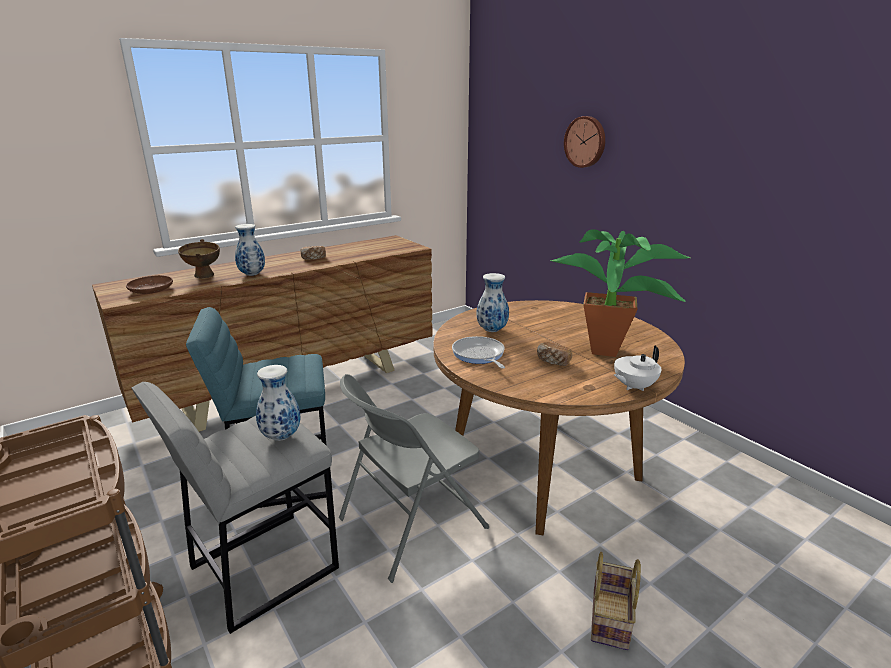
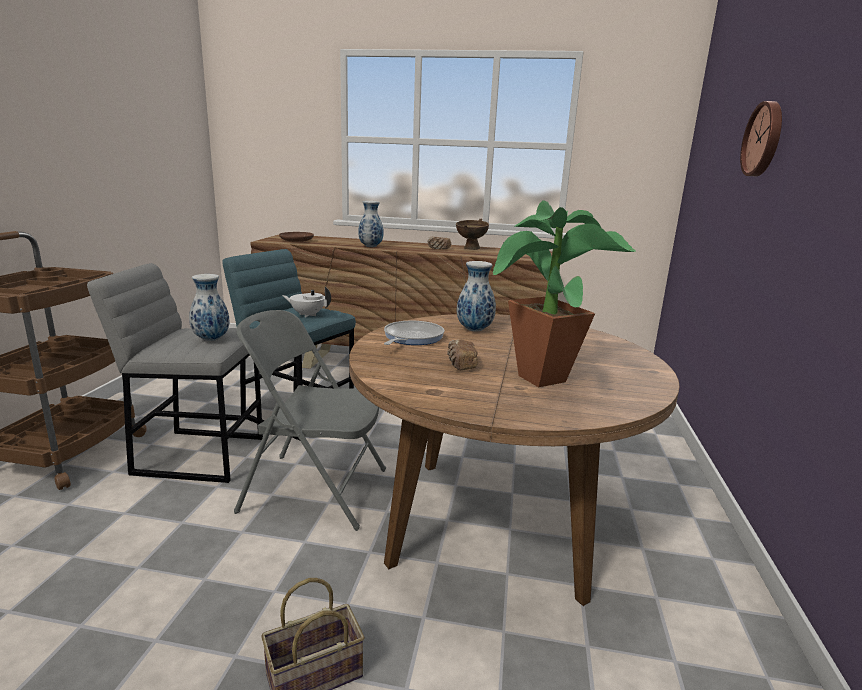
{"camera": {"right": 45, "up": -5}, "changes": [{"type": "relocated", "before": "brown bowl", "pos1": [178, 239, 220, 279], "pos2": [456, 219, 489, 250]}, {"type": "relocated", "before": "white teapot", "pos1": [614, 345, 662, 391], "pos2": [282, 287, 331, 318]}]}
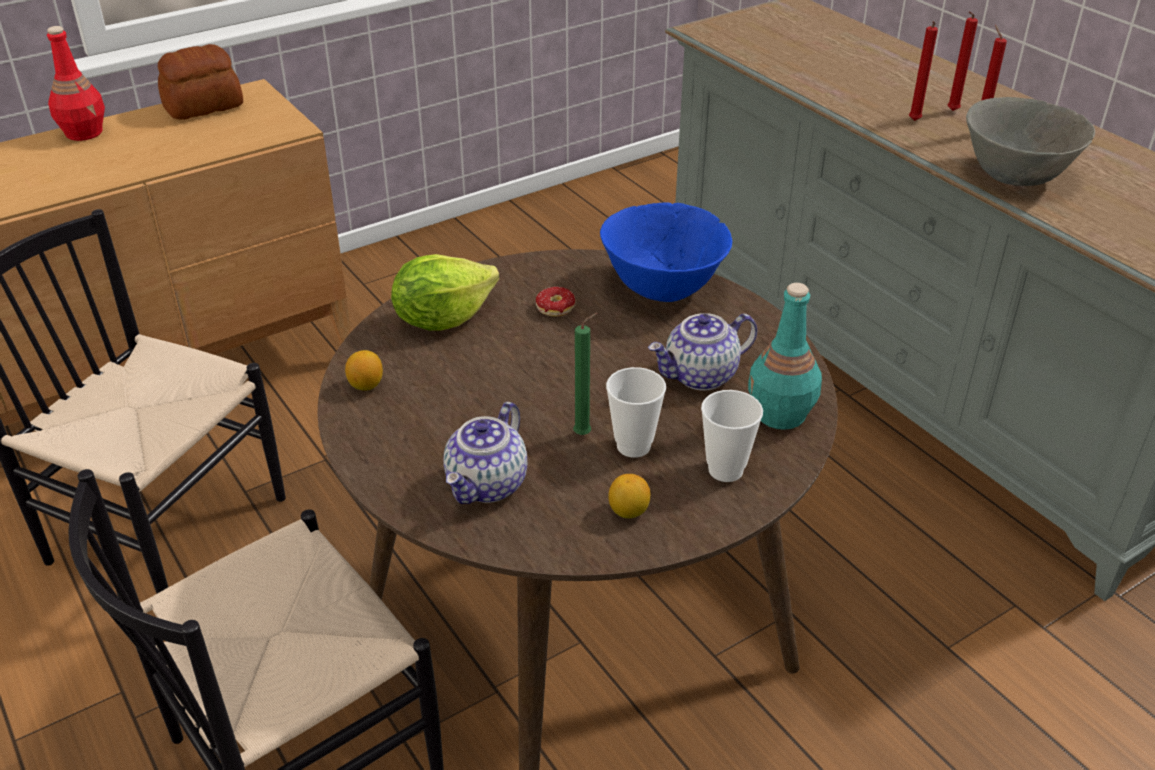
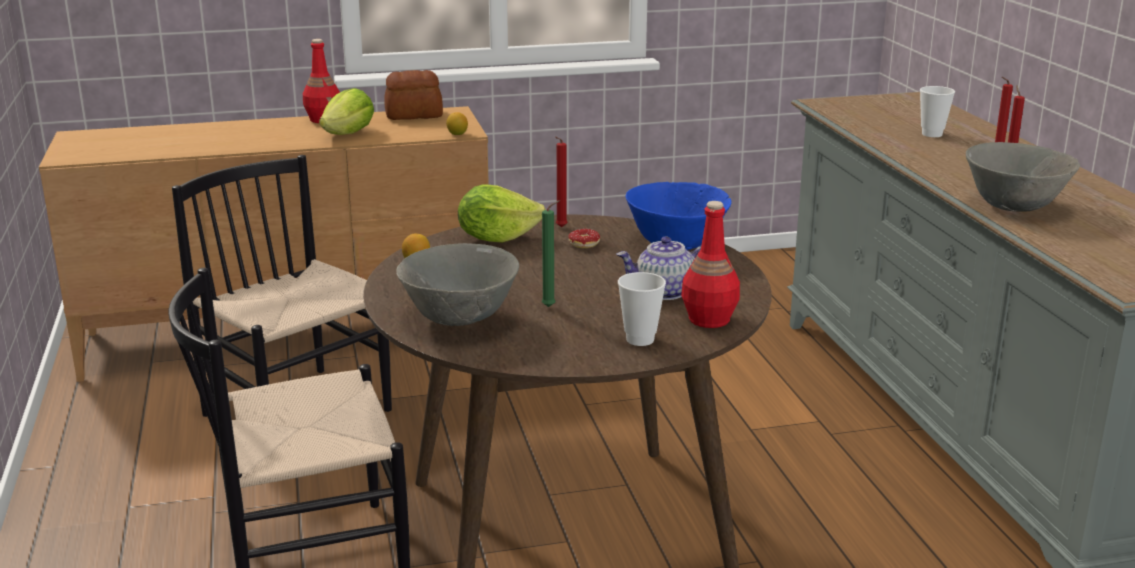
{"camera": {"right": 20, "up": -15}, "changes": [{"type": "relocated", "before": "red candle", "pos1": [909, 21, 938, 121], "pos2": [555, 137, 568, 227]}, {"type": "colour", "before": "turquoise bottle", "after": "red bottle", "pos1": [748, 283, 822, 430], "pos2": [681, 201, 740, 328]}, {"type": "relocated", "before": "cup", "pos1": [606, 367, 666, 458], "pos2": [920, 86, 955, 137]}, {"type": "exchanged", "before": "teapot", "after": "grey bowl", "pos1": [444, 402, 527, 504], "pos2": [396, 243, 519, 326]}, {"type": "relocated", "before": "lemon", "pos1": [608, 474, 650, 518], "pos2": [446, 112, 468, 135]}, {"type": "appeared", "after": "lettuce", "pos2": [319, 88, 374, 135]}]}
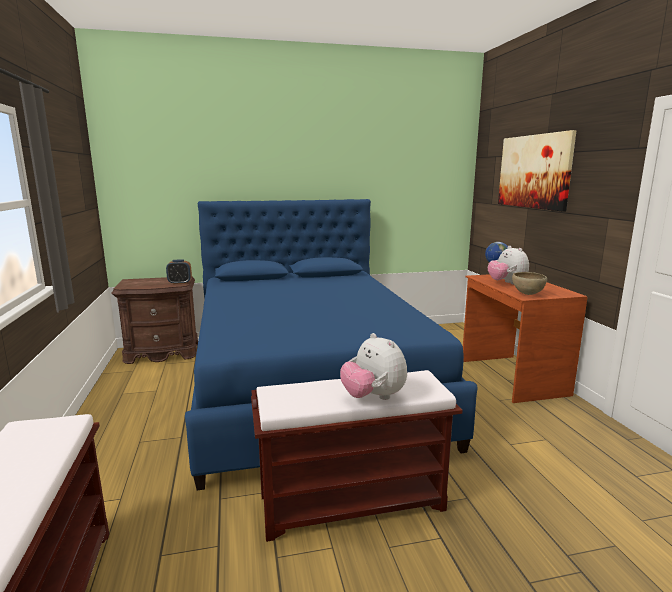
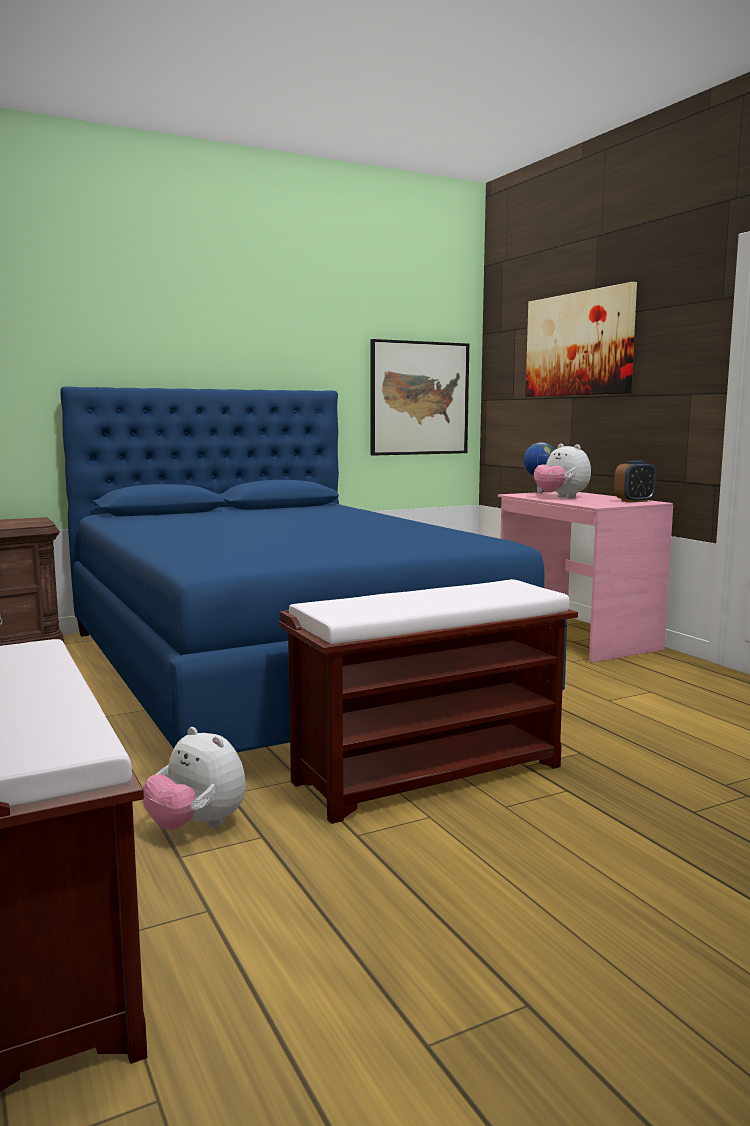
{"camera": {"right": -15, "up": -5}, "changes": [{"type": "relocated", "before": "alarm clock", "pos1": [166, 259, 192, 284], "pos2": [614, 461, 656, 502]}, {"type": "missing", "before": "brown bowl", "pos1": [512, 272, 547, 295]}, {"type": "colour", "before": "brown desk", "after": "pink desk", "pos1": [463, 274, 588, 403], "pos2": [498, 491, 673, 663]}, {"type": "relocated", "before": "plush toy", "pos1": [340, 333, 407, 400], "pos2": [143, 727, 246, 830]}, {"type": "appeared", "after": "picture", "pos2": [370, 339, 469, 456]}]}
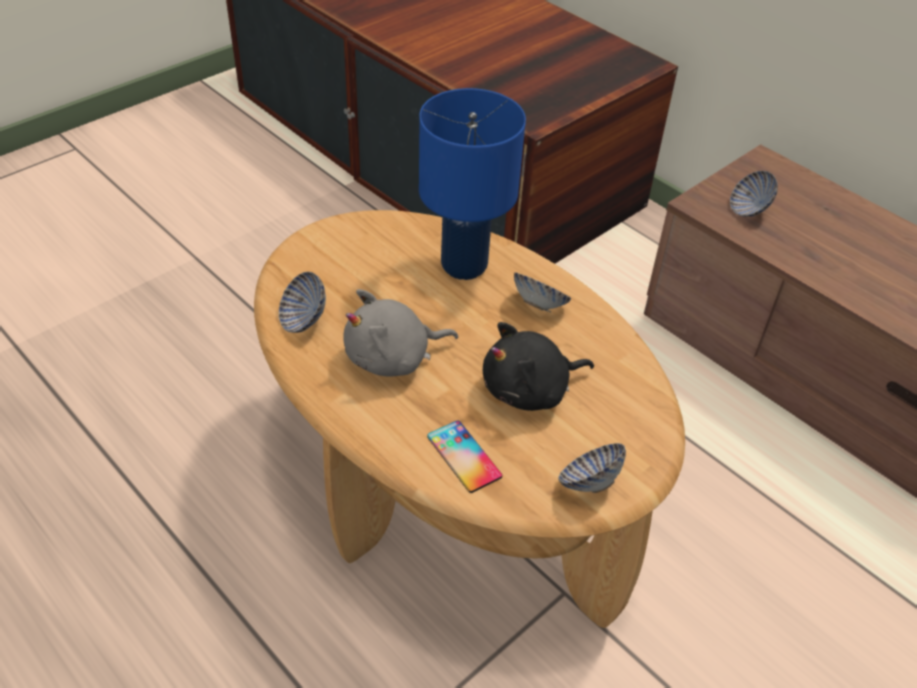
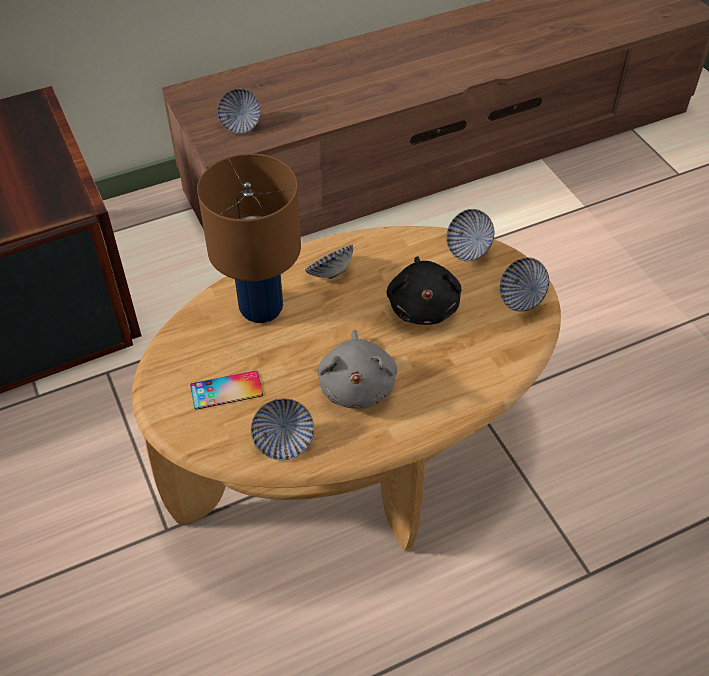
{"camera": {"right": -70, "up": 5}, "changes": [{"type": "colour", "before": "blue table lamp", "after": "brown table lamp", "pos1": [419, 88, 526, 280], "pos2": [197, 153, 301, 323]}, {"type": "relocated", "before": "phone", "pos1": [427, 420, 502, 493], "pos2": [190, 371, 263, 410]}, {"type": "appeared", "after": "bowl", "pos2": [446, 209, 494, 261]}]}
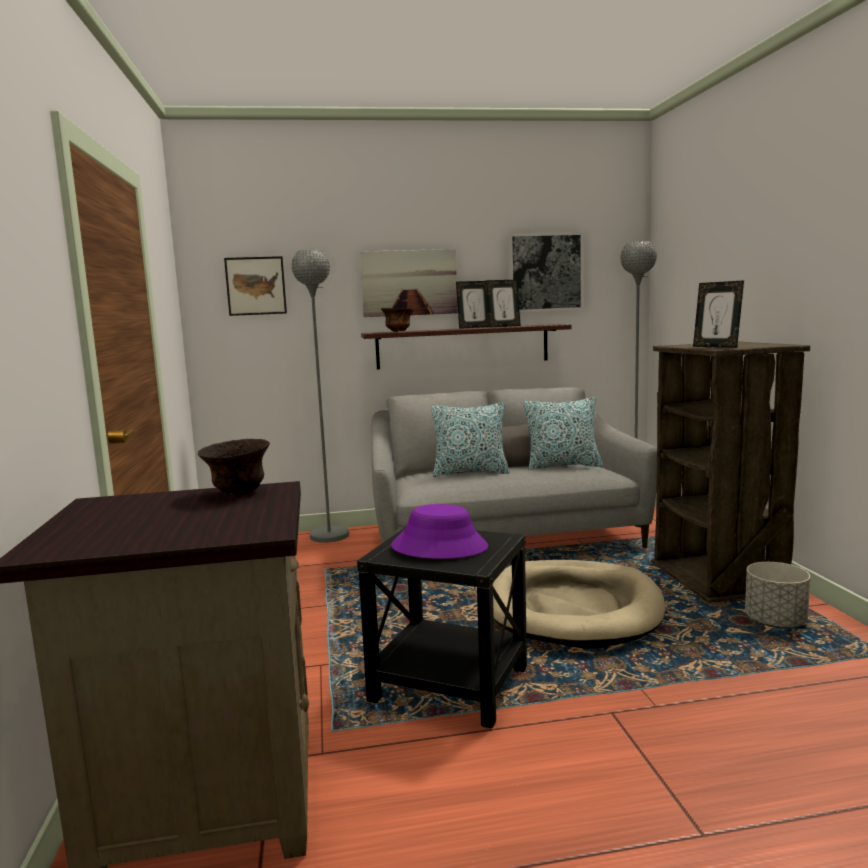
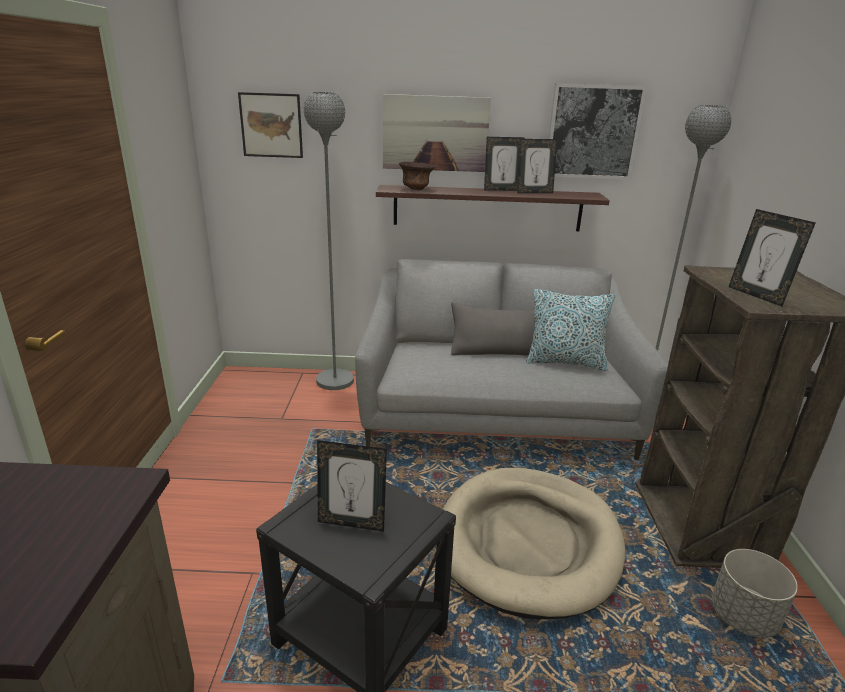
{"camera": {"right": 10, "up": 15}, "changes": [{"type": "missing", "before": "pillow", "pos1": [431, 402, 510, 477]}, {"type": "missing", "before": "brown bowl", "pos1": [198, 439, 270, 496]}, {"type": "exchanged", "before": "purple hat", "after": "picture frame", "pos1": [391, 504, 488, 559], "pos2": [317, 440, 387, 532]}]}
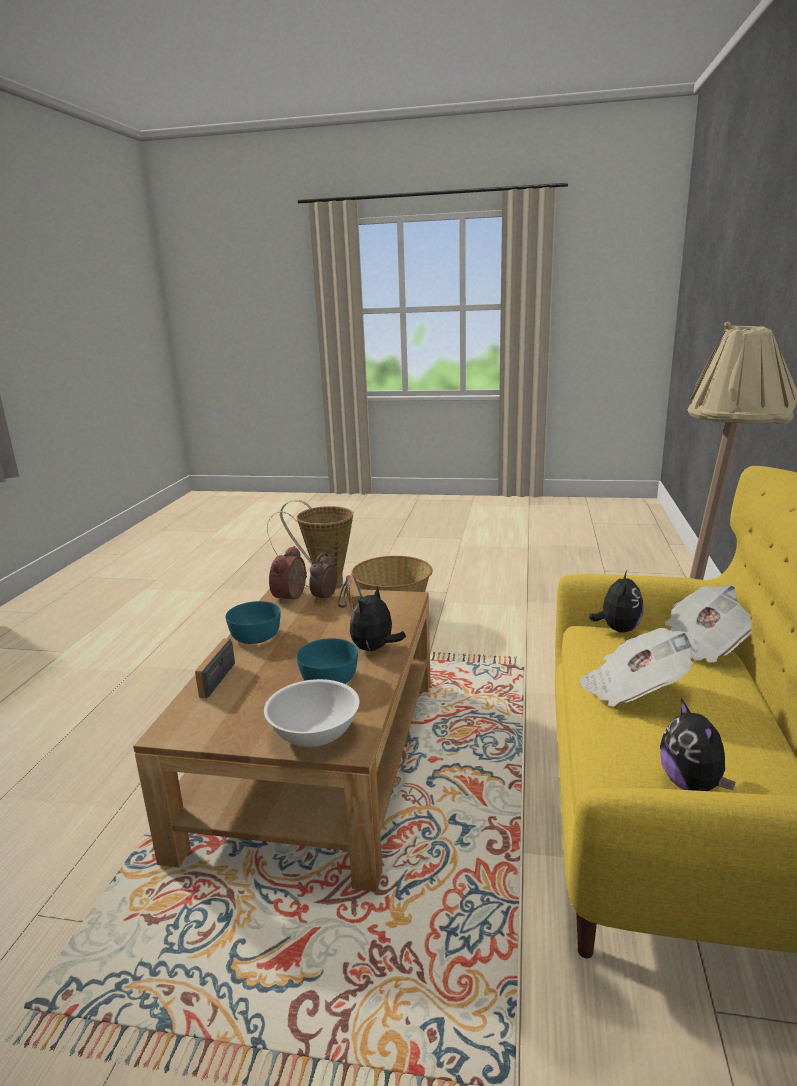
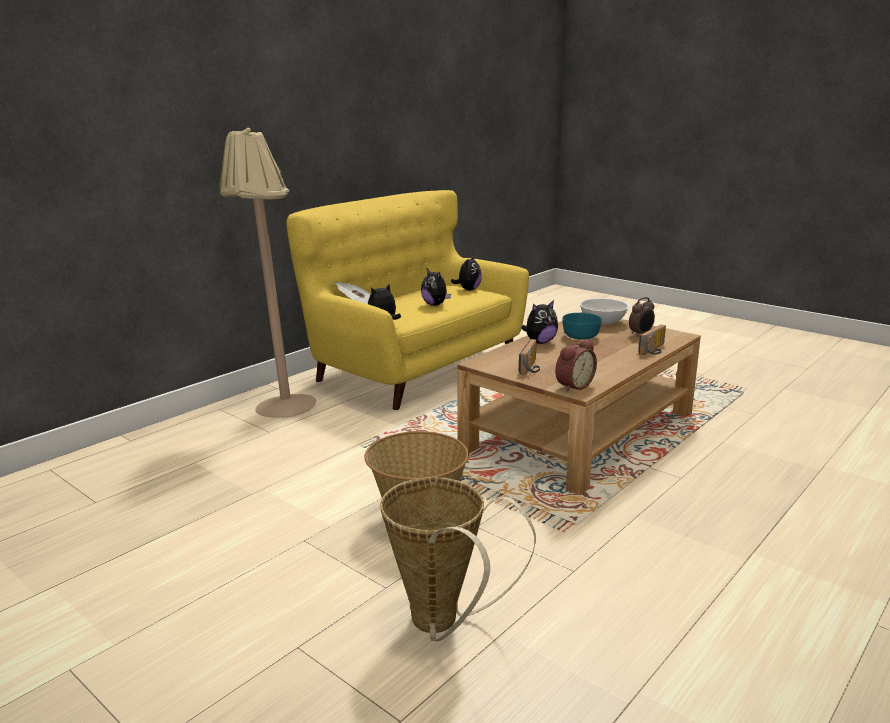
{"camera": {"right": -150, "up": 0}, "changes": [{"type": "relocated", "before": "alarm clock", "pos1": [309, 552, 337, 602], "pos2": [629, 297, 655, 337]}, {"type": "missing", "before": "turquoise bowl", "pos1": [226, 601, 280, 644]}, {"type": "exchanged", "before": "newspaper", "after": "plush toy", "pos1": [579, 628, 696, 707], "pos2": [421, 268, 451, 306]}]}
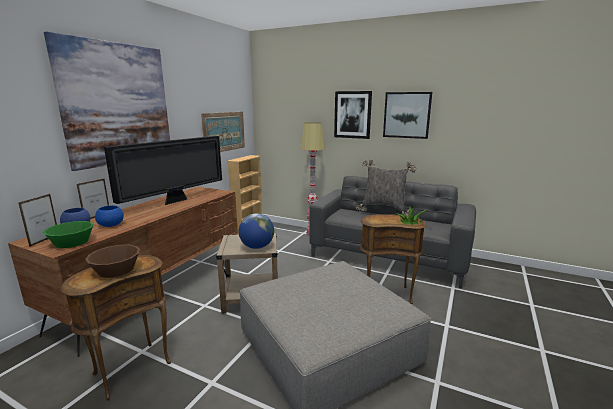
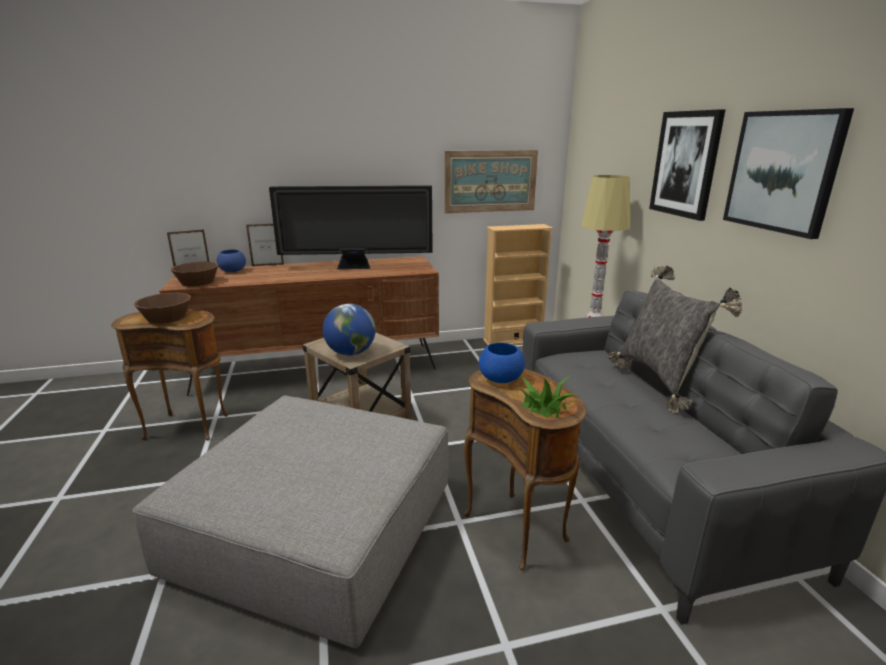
{"camera": {"right": 50, "up": 5}, "changes": [{"type": "missing", "before": "picture", "pos1": [44, 32, 170, 171]}, {"type": "relocated", "before": "blue bowl", "pos1": [95, 206, 124, 227], "pos2": [479, 343, 525, 383]}, {"type": "colour", "before": "green bowl", "after": "brown bowl", "pos1": [43, 221, 94, 248], "pos2": [171, 262, 218, 287]}]}
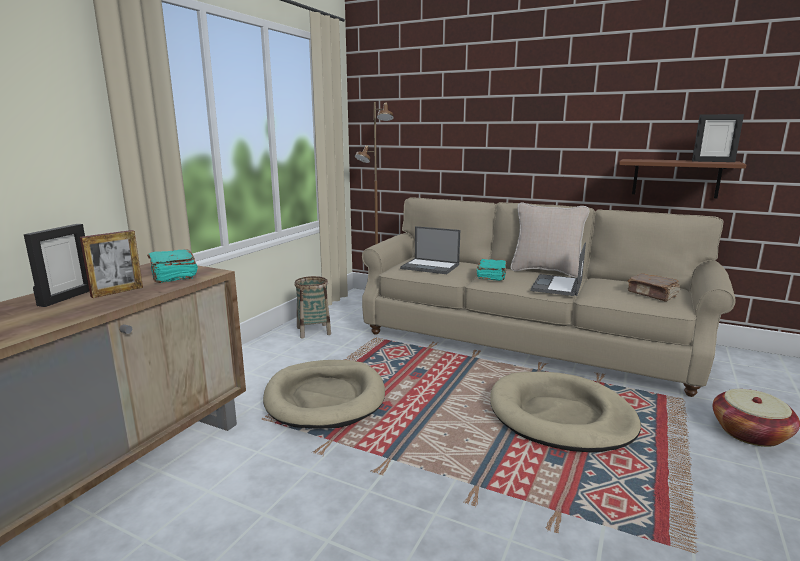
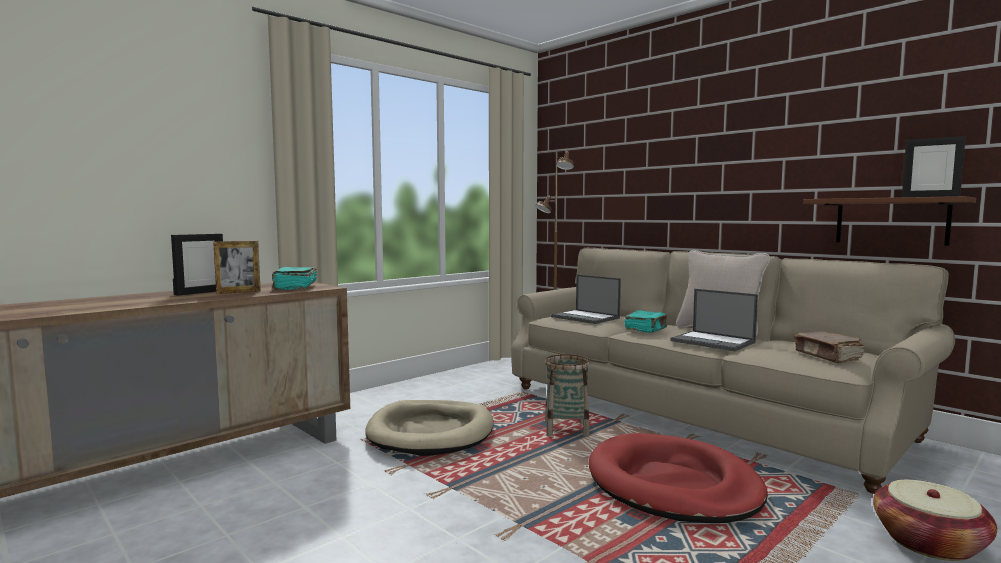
{"camera": {"right": 20, "up": -10}, "changes": [{"type": "spun", "before": "laptop", "pos1": [531, 243, 586, 296], "pos2": [670, 289, 758, 351], "turn": -90}, {"type": "relocated", "before": "basket", "pos1": [294, 276, 331, 338], "pos2": [545, 354, 590, 437]}, {"type": "colour", "before": "beige dog bed", "after": "red dog bed", "pos1": [490, 372, 641, 453], "pos2": [589, 433, 768, 523]}]}
